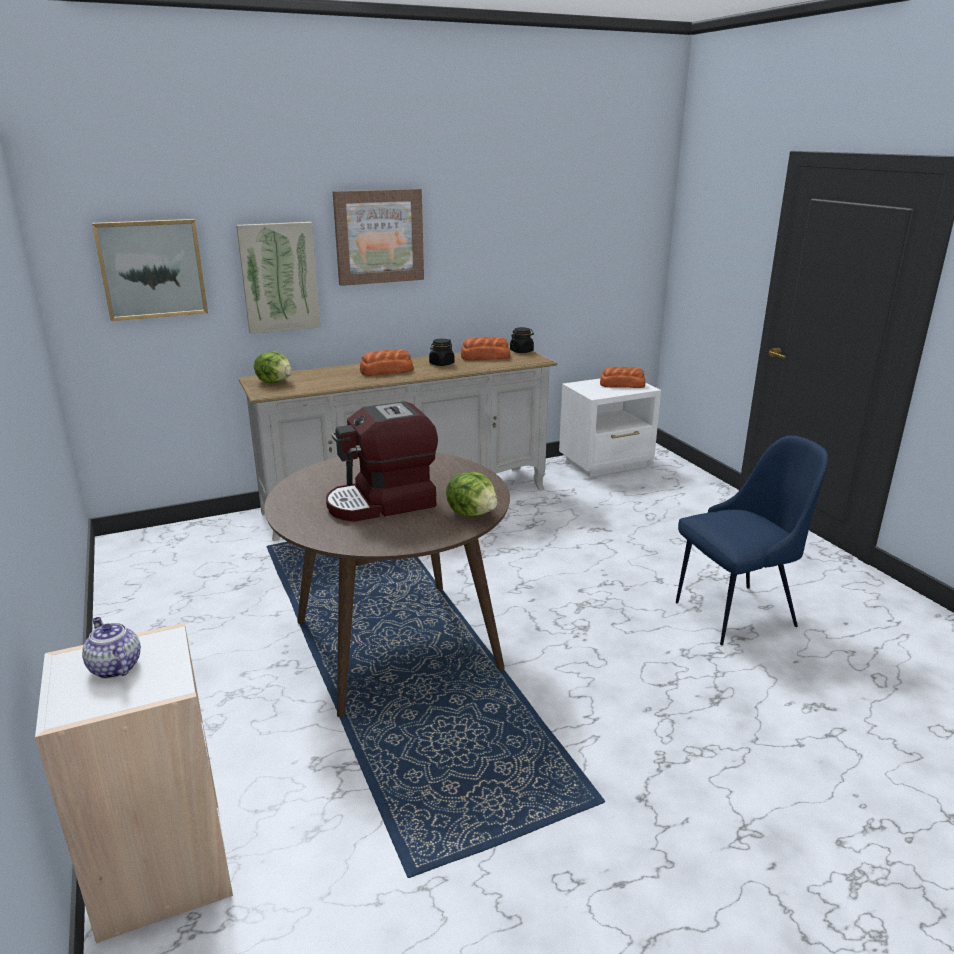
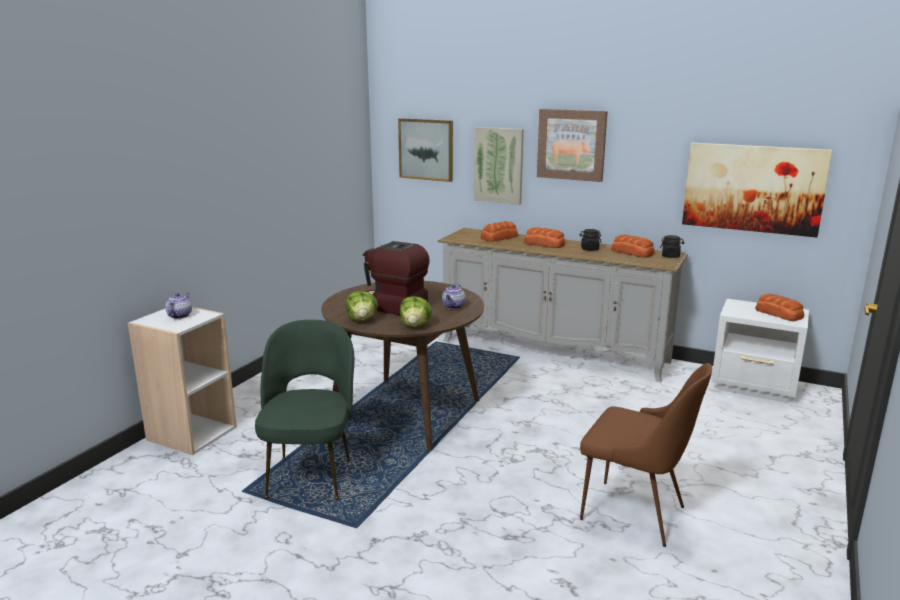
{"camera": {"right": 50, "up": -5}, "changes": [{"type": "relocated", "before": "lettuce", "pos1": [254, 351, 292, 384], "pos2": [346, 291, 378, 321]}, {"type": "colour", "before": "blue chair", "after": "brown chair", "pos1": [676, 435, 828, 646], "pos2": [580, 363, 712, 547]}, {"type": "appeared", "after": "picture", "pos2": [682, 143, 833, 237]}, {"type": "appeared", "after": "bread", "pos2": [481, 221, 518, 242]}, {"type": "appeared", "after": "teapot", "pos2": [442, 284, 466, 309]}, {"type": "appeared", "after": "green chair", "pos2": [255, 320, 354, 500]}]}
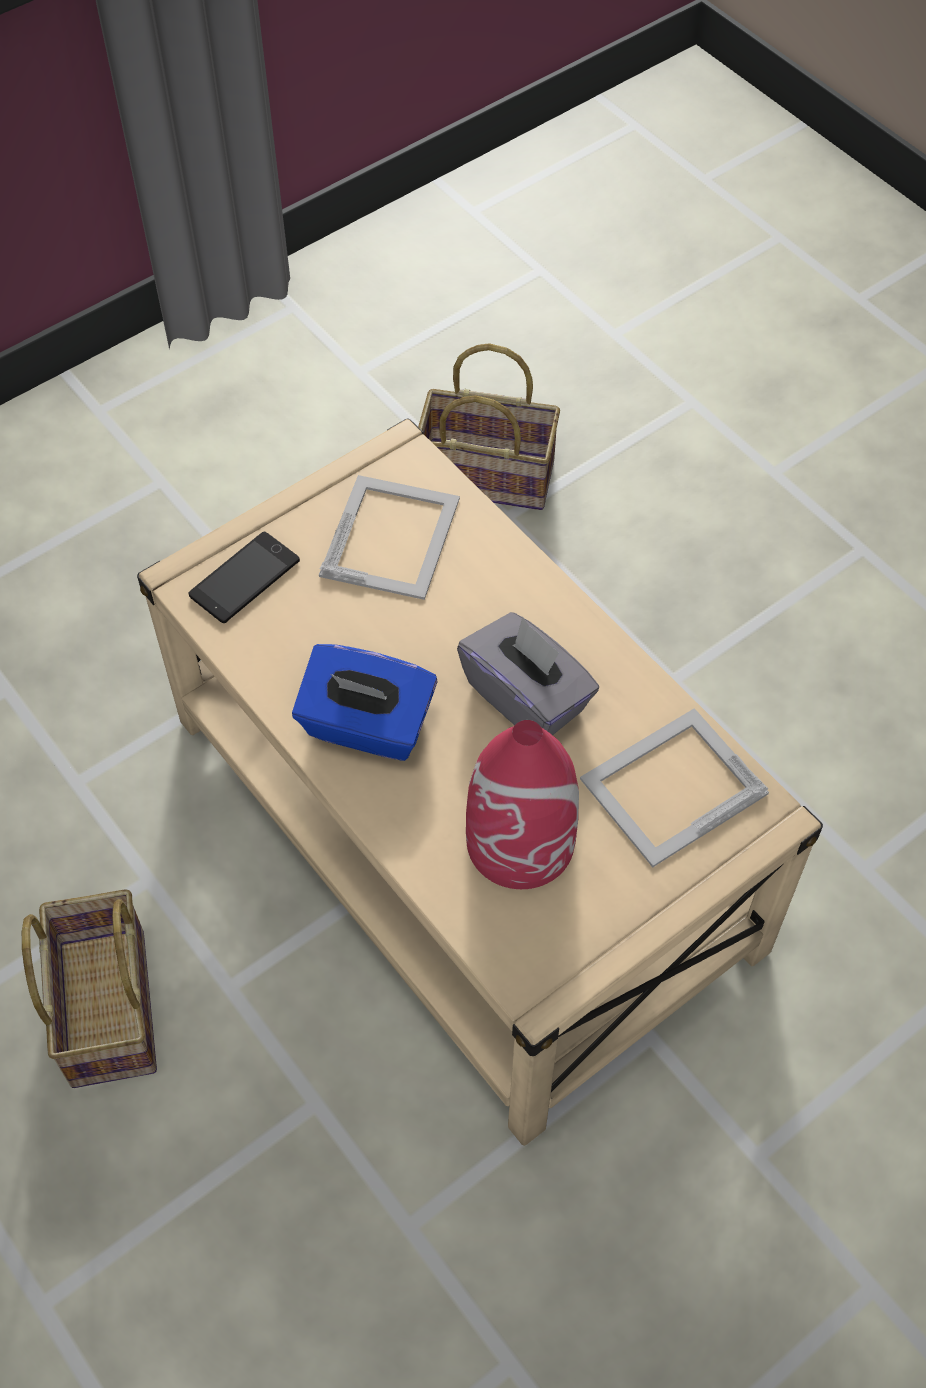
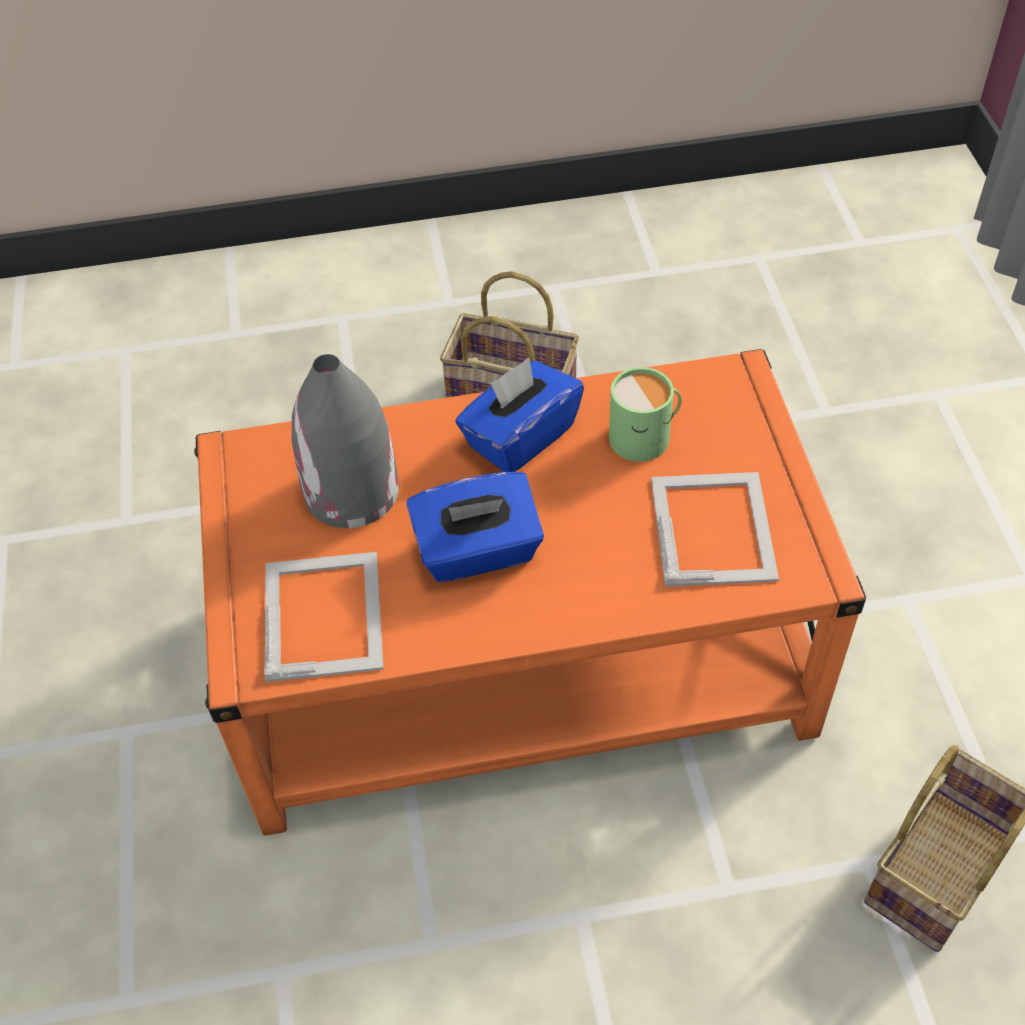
{"camera": {"right": 120, "up": -5}, "changes": [{"type": "colour", "before": "beige coffee table", "after": "orange coffee table", "pos1": [137, 419, 823, 1146], "pos2": [194, 349, 866, 836]}, {"type": "spun", "before": "picture frame", "pos1": [319, 475, 460, 600], "pos2": [651, 472, 779, 587], "turn": -135}, {"type": "missing", "before": "phone", "pos1": [189, 532, 300, 623]}, {"type": "colour", "before": "grey tissue box", "after": "blue tissue box", "pos1": [457, 612, 599, 735], "pos2": [406, 472, 544, 583]}, {"type": "colour", "before": "red vase", "after": "grey vase", "pos1": [466, 720, 579, 889], "pos2": [292, 354, 399, 528]}, {"type": "appeared", "after": "green mug", "pos2": [609, 367, 682, 462]}]}
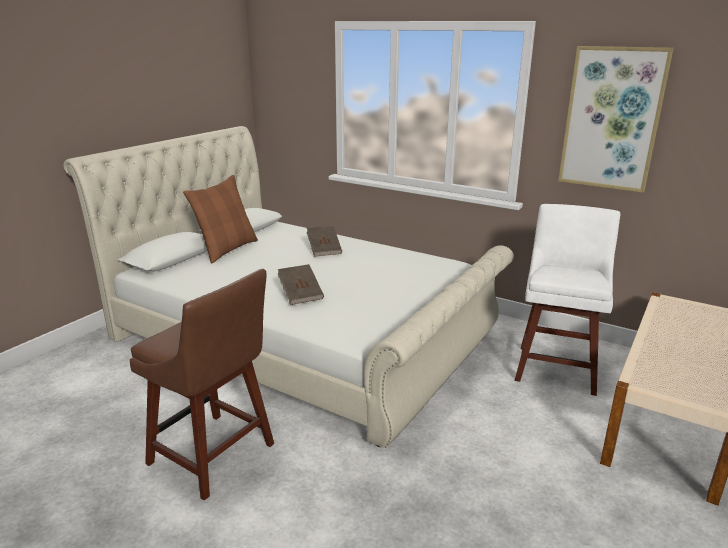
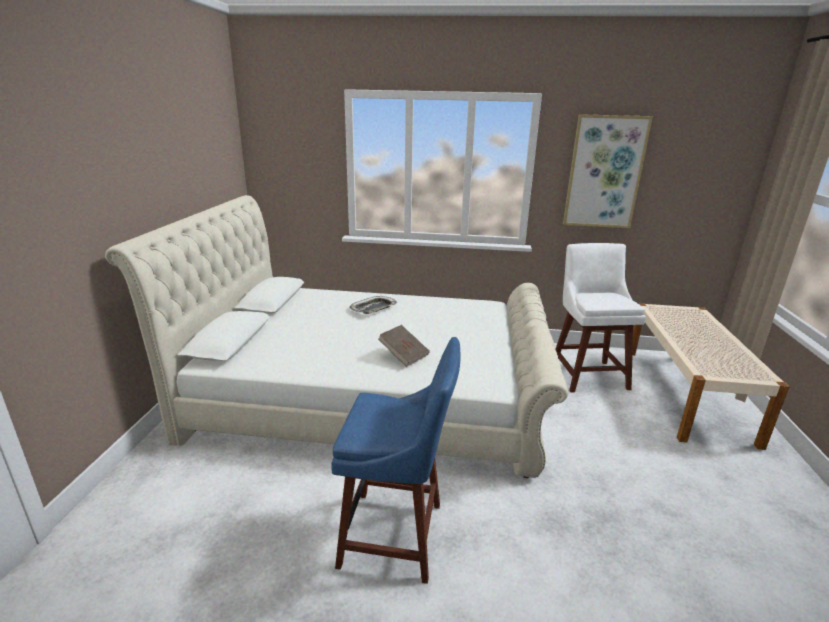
{"camera": {"right": -25, "up": 0}, "changes": [{"type": "missing", "before": "brown pillow", "pos1": [183, 175, 258, 263]}, {"type": "exchanged", "before": "brown book", "after": "tray", "pos1": [307, 226, 342, 257], "pos2": [349, 296, 397, 314]}, {"type": "colour", "before": "brown chair", "after": "blue chair", "pos1": [130, 269, 274, 501], "pos2": [331, 337, 460, 584]}]}
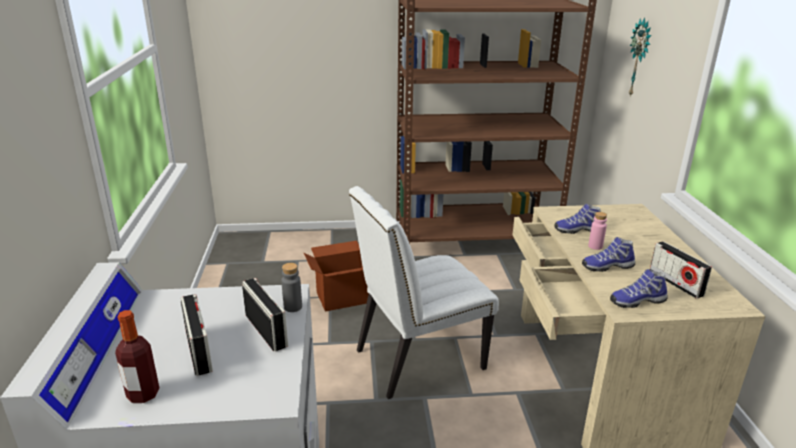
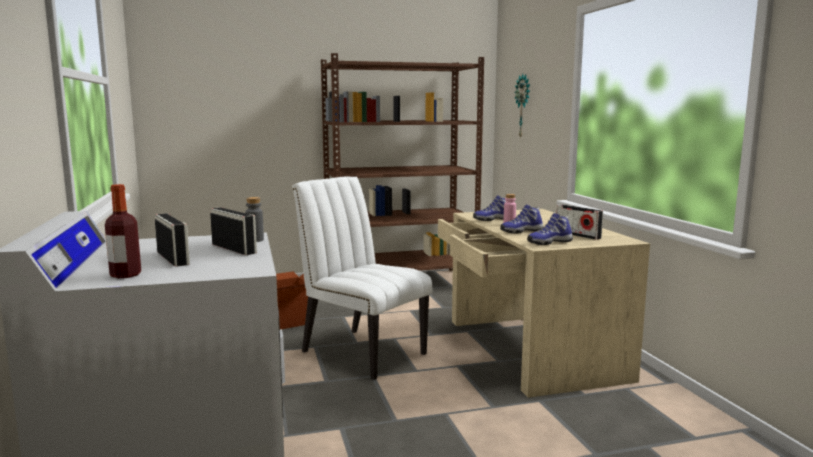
{"camera": {"right": -10, "up": -15}, "changes": [{"type": "spun", "before": "white chair", "pos1": [349, 186, 499, 399], "pos2": [292, 177, 432, 380], "turn": 75}]}
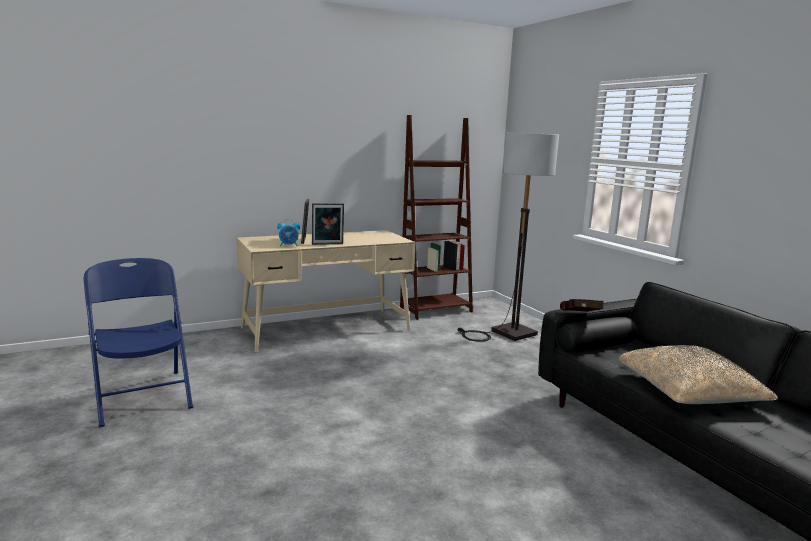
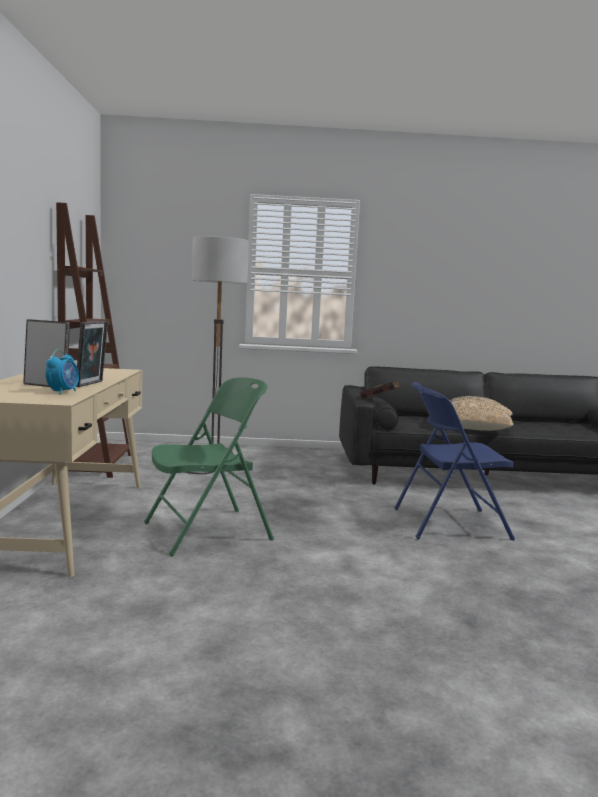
{"camera": {"right": -65, "up": -5}, "changes": [{"type": "relocated", "before": "blue chair", "pos1": [84, 258, 193, 427], "pos2": [394, 382, 515, 541]}, {"type": "appeared", "after": "green chair", "pos2": [144, 377, 274, 557]}]}
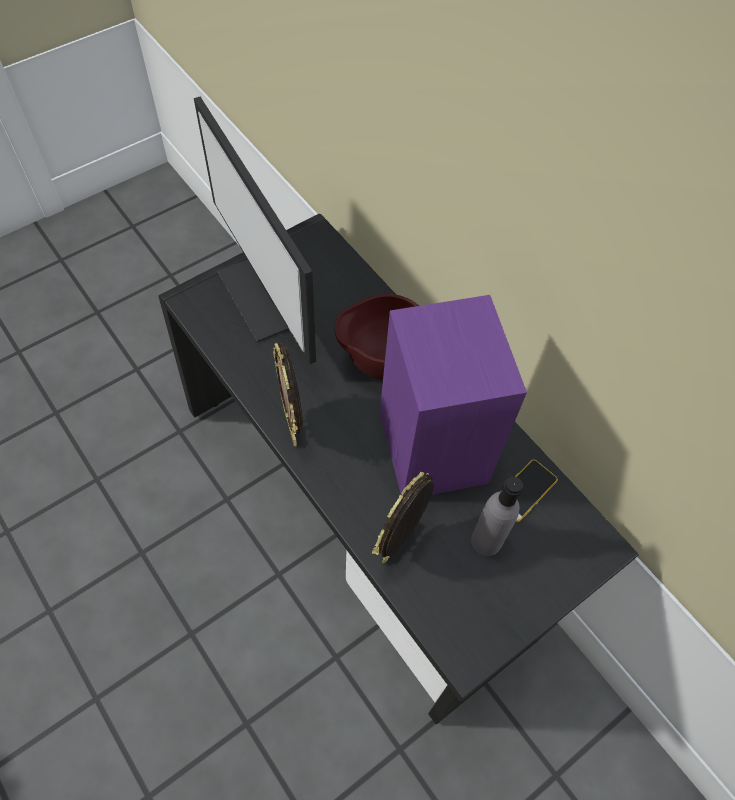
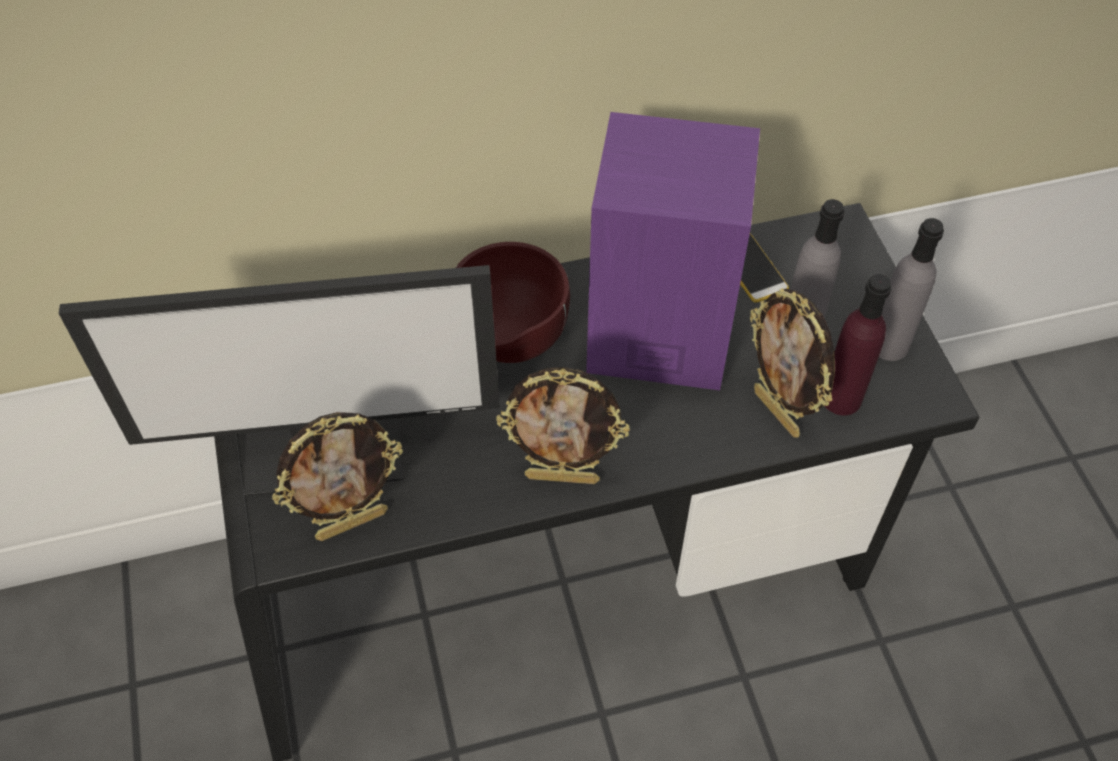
{"camera": {"right": -65, "up": -5}, "changes": [{"type": "appeared", "after": "grey bottle", "pos2": [879, 218, 944, 361]}, {"type": "appeared", "after": "purple bottle", "pos2": [825, 274, 892, 415]}, {"type": "appeared", "after": "picture frame", "pos2": [272, 412, 403, 541]}]}
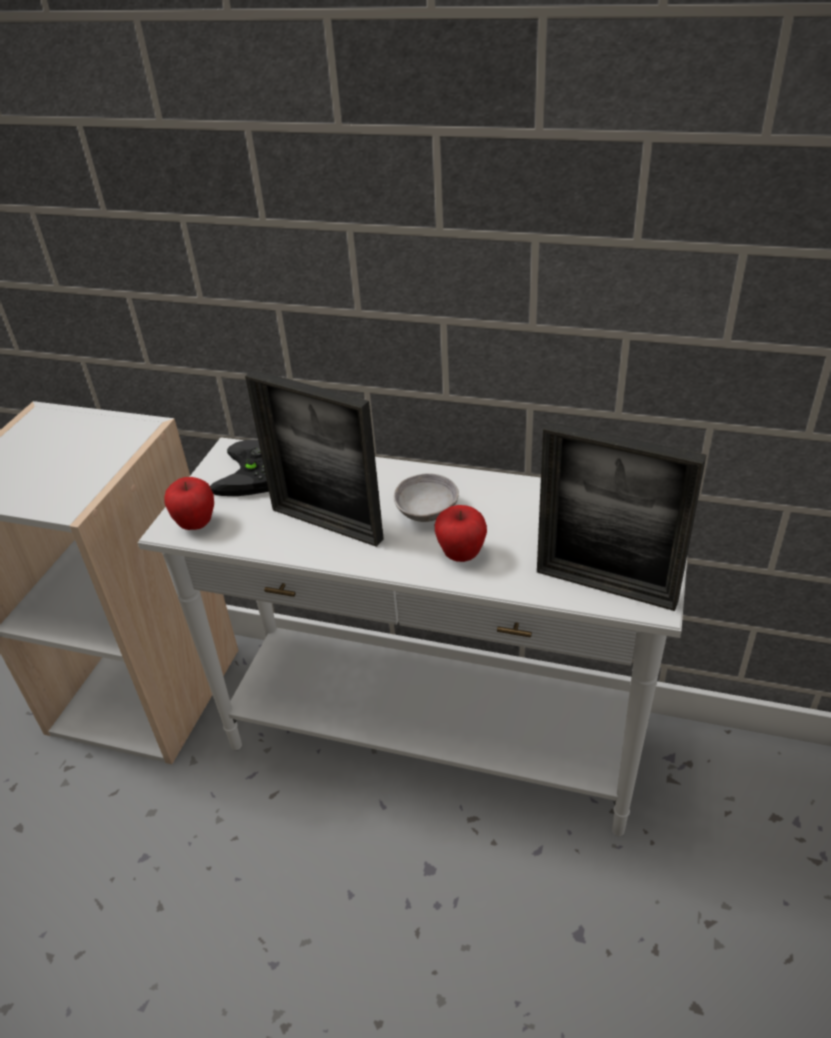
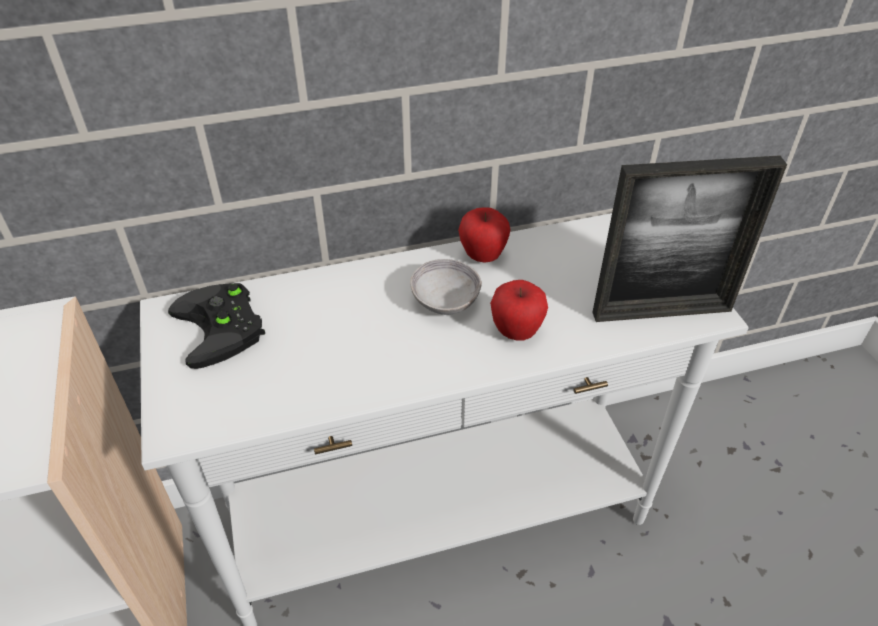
{"camera": {"right": -35, "up": 5}, "changes": [{"type": "missing", "before": "picture frame", "pos1": [245, 370, 384, 547]}, {"type": "relocated", "before": "apple", "pos1": [164, 477, 214, 530], "pos2": [458, 207, 511, 263]}]}
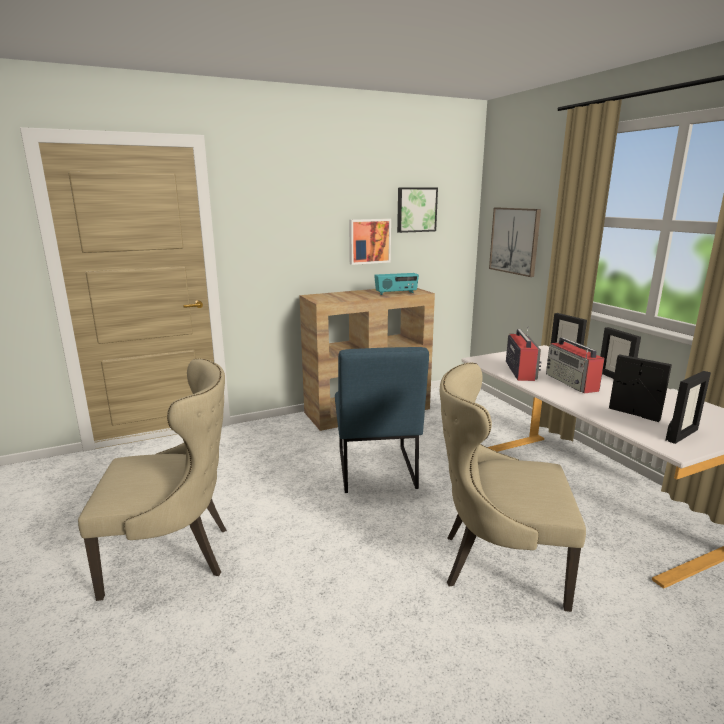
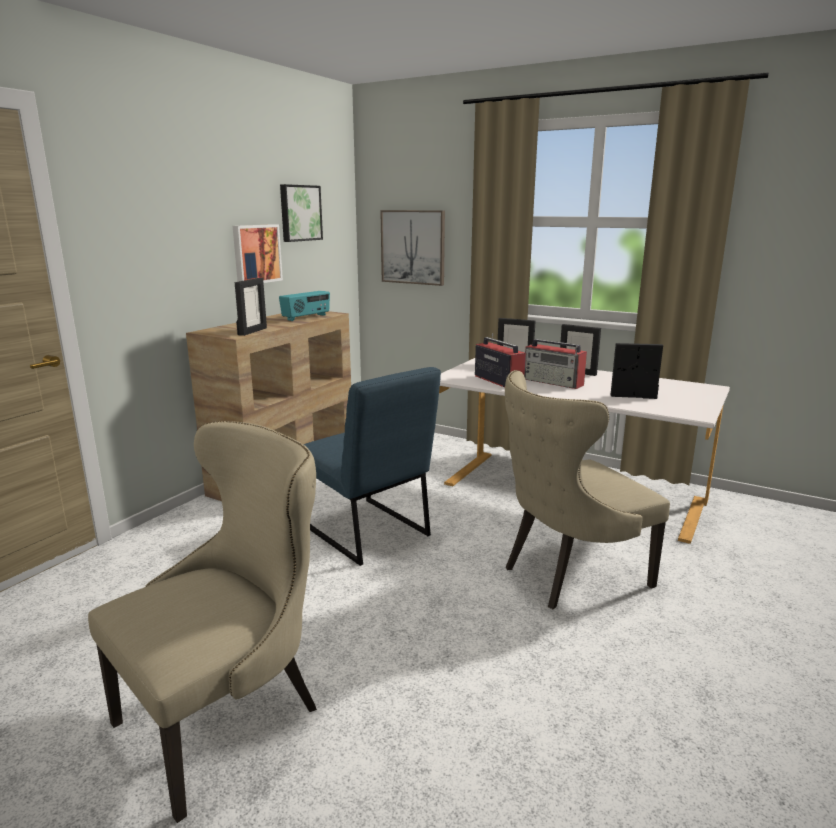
{"camera": {"right": -35, "up": 0}, "changes": [{"type": "relocated", "before": "picture frame", "pos1": [665, 371, 711, 444], "pos2": [235, 278, 267, 336]}]}
